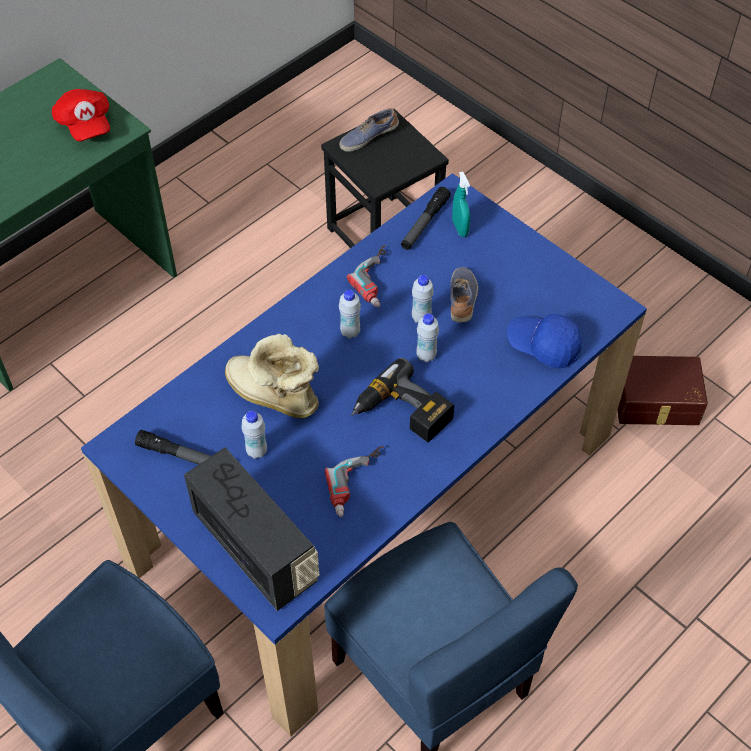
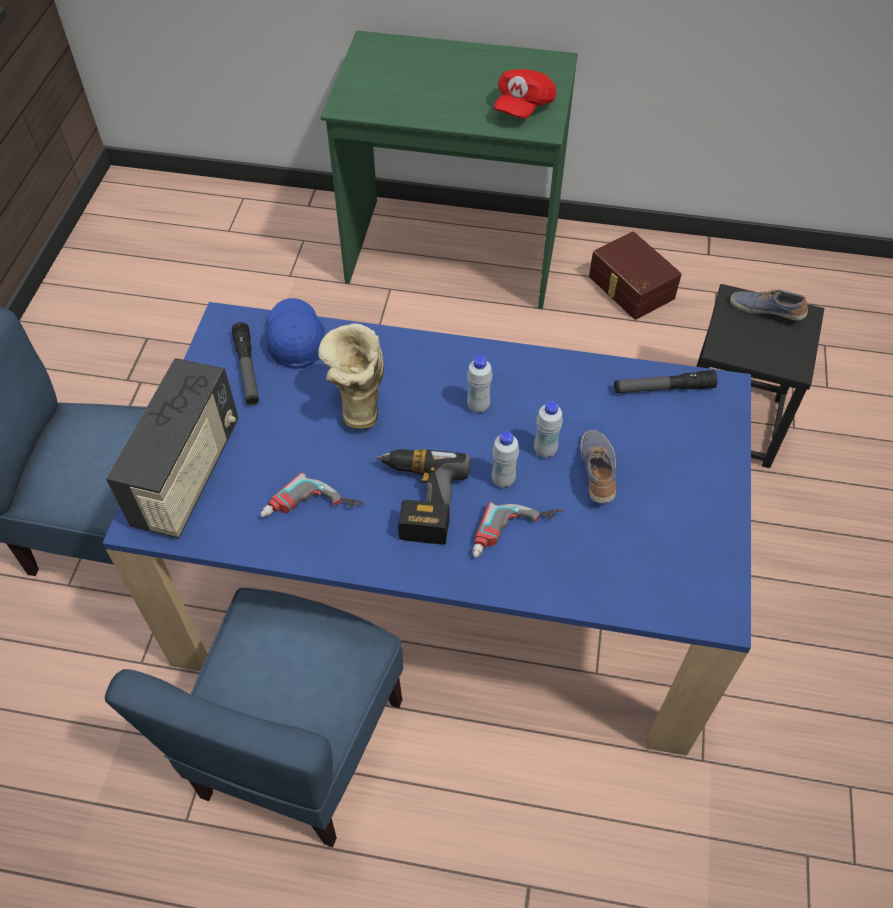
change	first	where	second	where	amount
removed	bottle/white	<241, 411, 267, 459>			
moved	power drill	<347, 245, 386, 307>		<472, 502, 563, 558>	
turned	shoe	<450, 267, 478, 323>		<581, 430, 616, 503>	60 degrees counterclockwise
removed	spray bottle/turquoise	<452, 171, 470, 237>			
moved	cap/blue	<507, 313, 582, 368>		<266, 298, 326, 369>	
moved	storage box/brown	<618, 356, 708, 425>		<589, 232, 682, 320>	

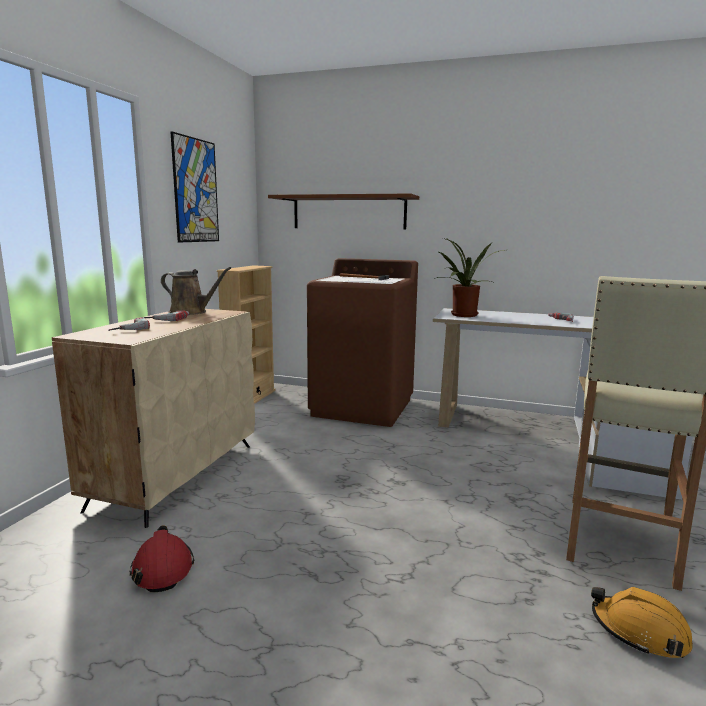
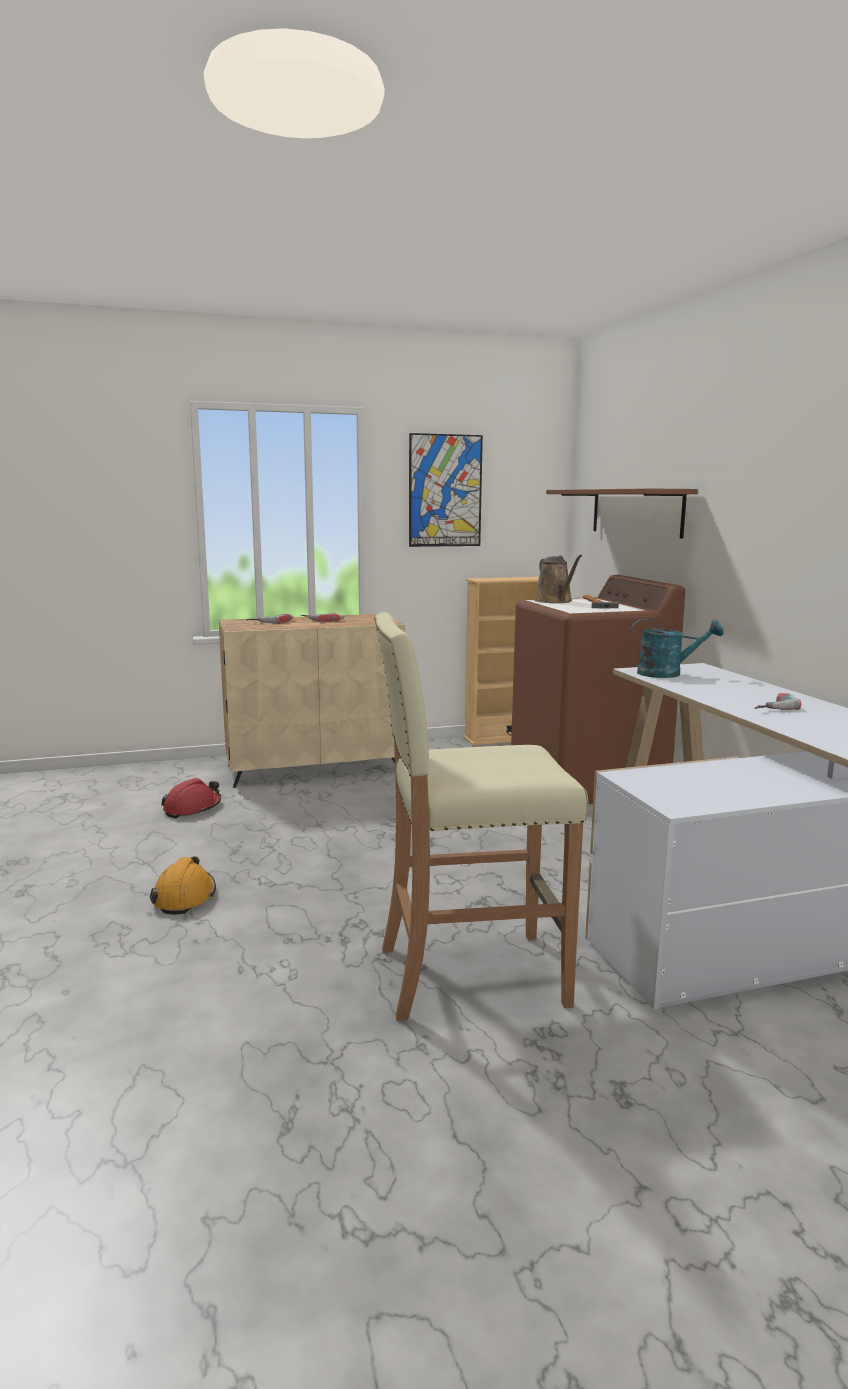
change	first	where	second	where	amount
moved	watering can/brown	<161, 267, 231, 315>		<534, 555, 582, 603>	
replaced	potted plant	<434, 238, 504, 317>	watering can/turquoise	<629, 619, 724, 678>	
moved	hard hat/orange	<591, 587, 693, 658>		<150, 856, 216, 914>	

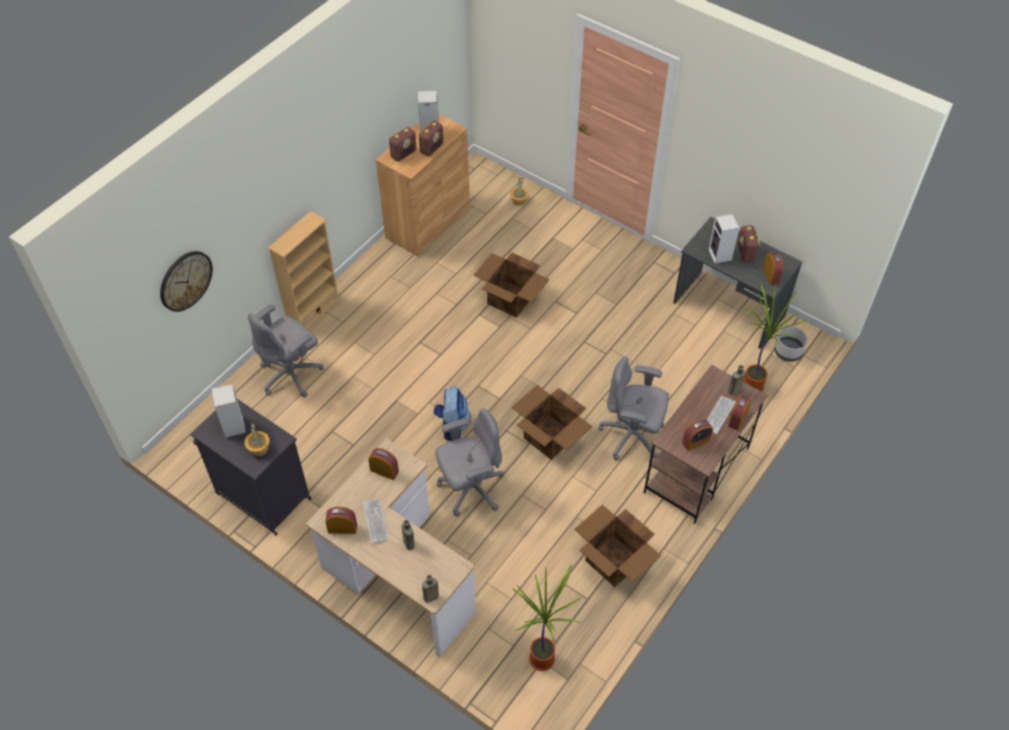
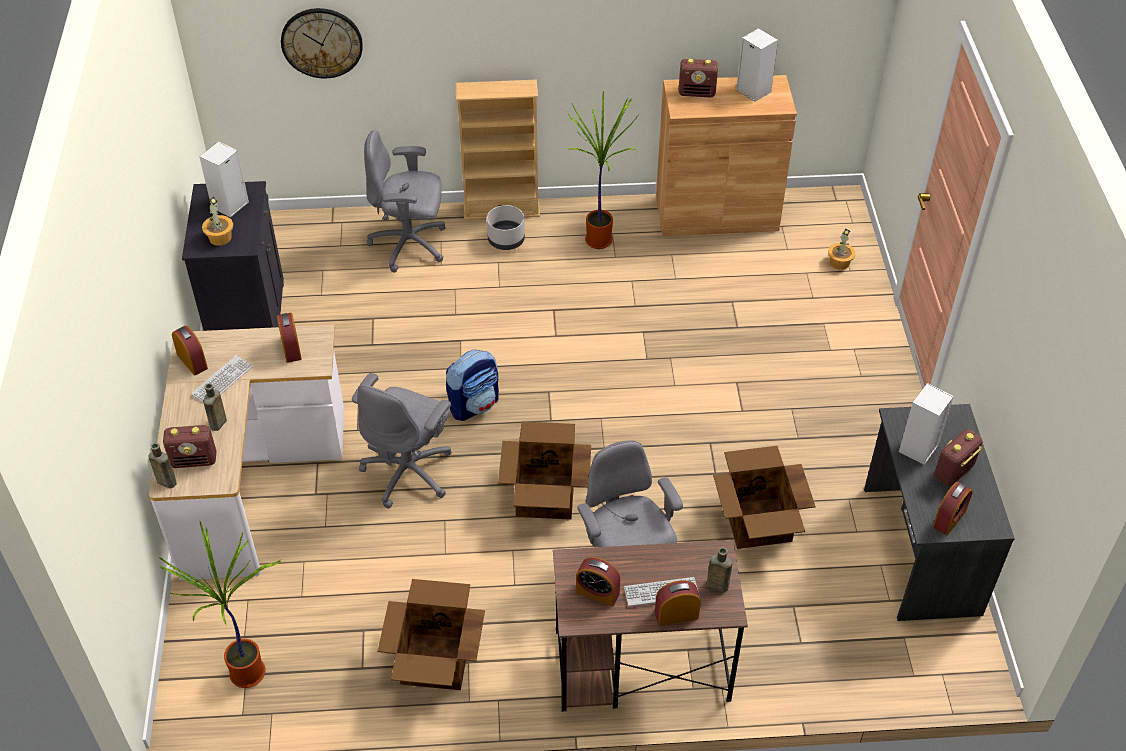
change	first	where	second	where	amount
moved	radio	<419, 121, 444, 156>		<163, 425, 216, 468>	
turned	office chair/grey	<435, 408, 504, 517>		<352, 373, 452, 509>	90 degrees clockwise
moved	cardboard box	<473, 252, 549, 318>		<713, 446, 816, 549>	
moved	potted plant	<743, 284, 806, 392>		<568, 90, 639, 249>	
moved	planter/grey	<774, 326, 808, 362>		<487, 205, 525, 250>	

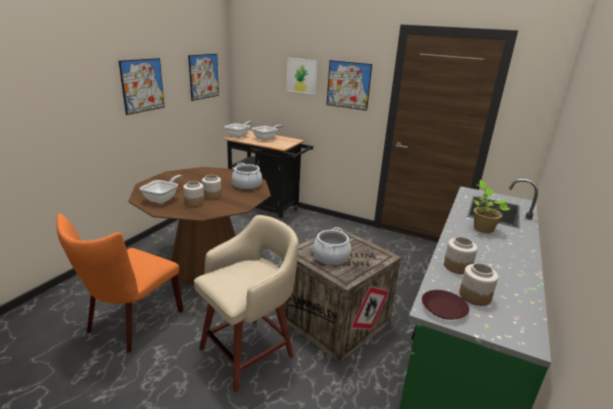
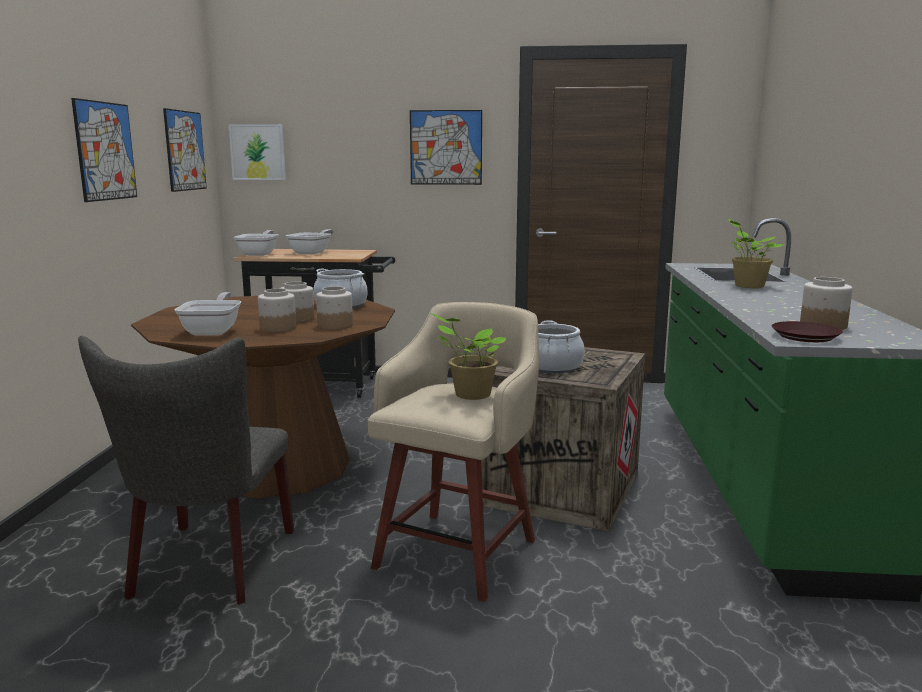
change	first	where	second	where	amount
recoloured	chair/orange	<56, 213, 184, 352>	chair/grey	<78, 336, 294, 605>	
moved	picture	<287, 58, 318, 95>		<229, 124, 286, 180>	
moved	jar	<444, 237, 478, 274>		<316, 286, 353, 330>	
added			potted plant	<430, 313, 506, 400>	

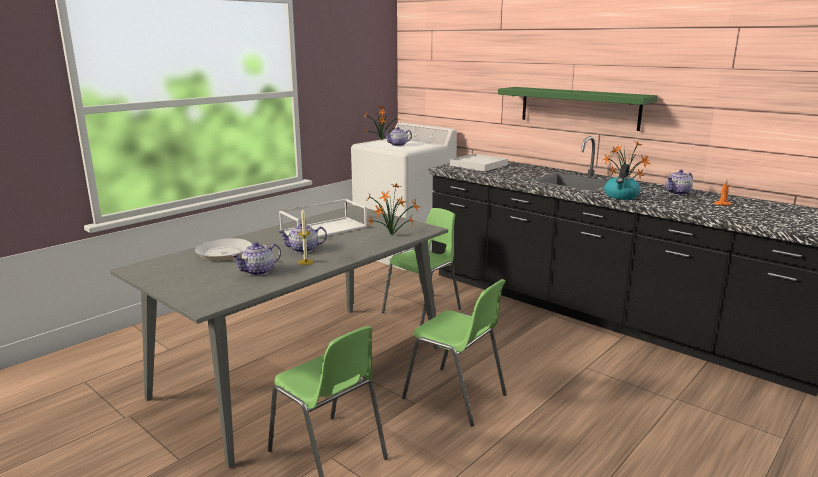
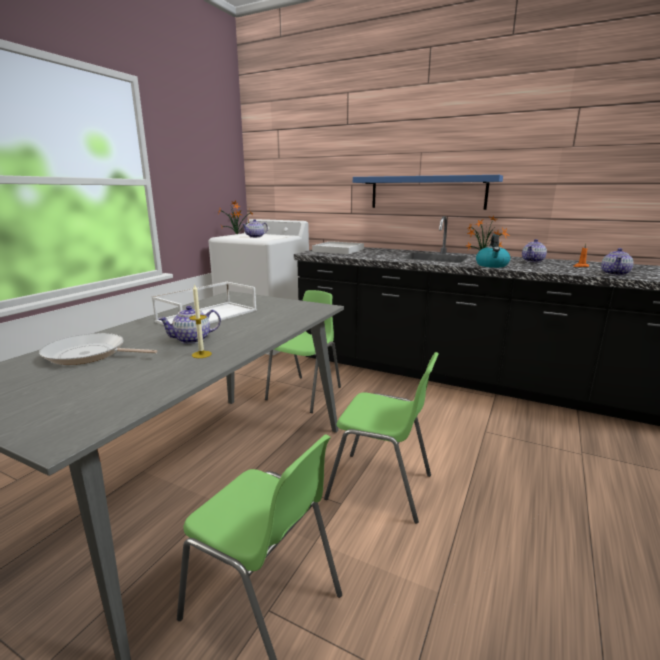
change	first	where	second	where	amount
moved	teapot	<232, 242, 281, 276>		<601, 248, 633, 276>	
removed	potted plant	<367, 183, 420, 236>			
recoloured	shelf/green	<498, 87, 658, 131>	shelf/blue	<353, 175, 503, 210>	

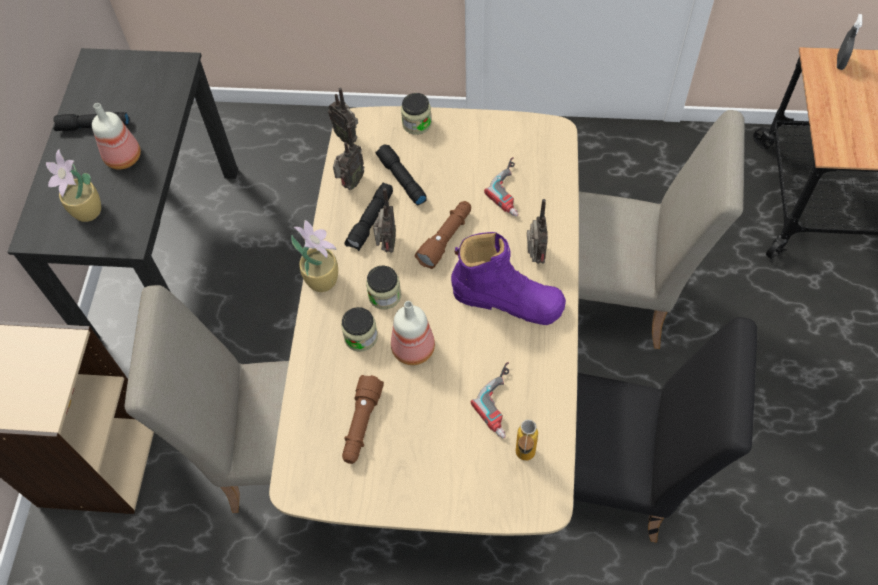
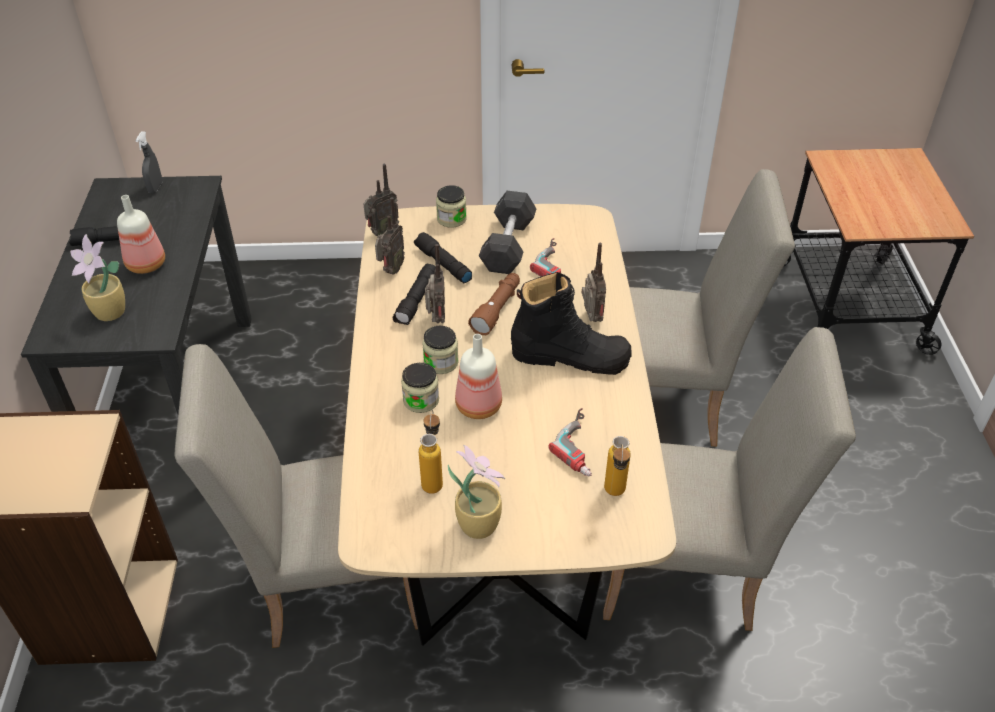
change	first	where	second	where	amount
moved	potted plant	<291, 220, 338, 292>		<448, 445, 505, 539>	
turned	radio	<328, 88, 358, 145>		<364, 164, 399, 237>	75 degrees counterclockwise
replaced	flashlight/brown	<342, 375, 384, 464>	bottle	<419, 410, 443, 494>	
recoloured	boot/purple	<451, 232, 566, 325>	boot/black	<511, 272, 632, 375>	
recoloured	chair/black	<573, 317, 757, 543>	chair/beige	<603, 327, 856, 631>	
moved	spray bottle/grey	<837, 14, 862, 70>		<135, 131, 162, 194>	
added			dumbbell/grey	<479, 191, 537, 274>	

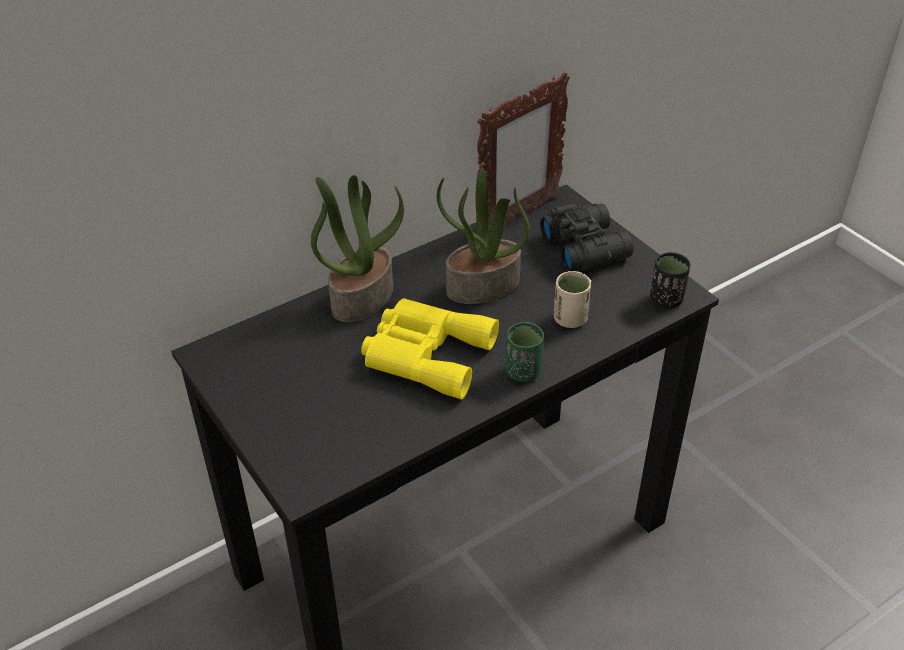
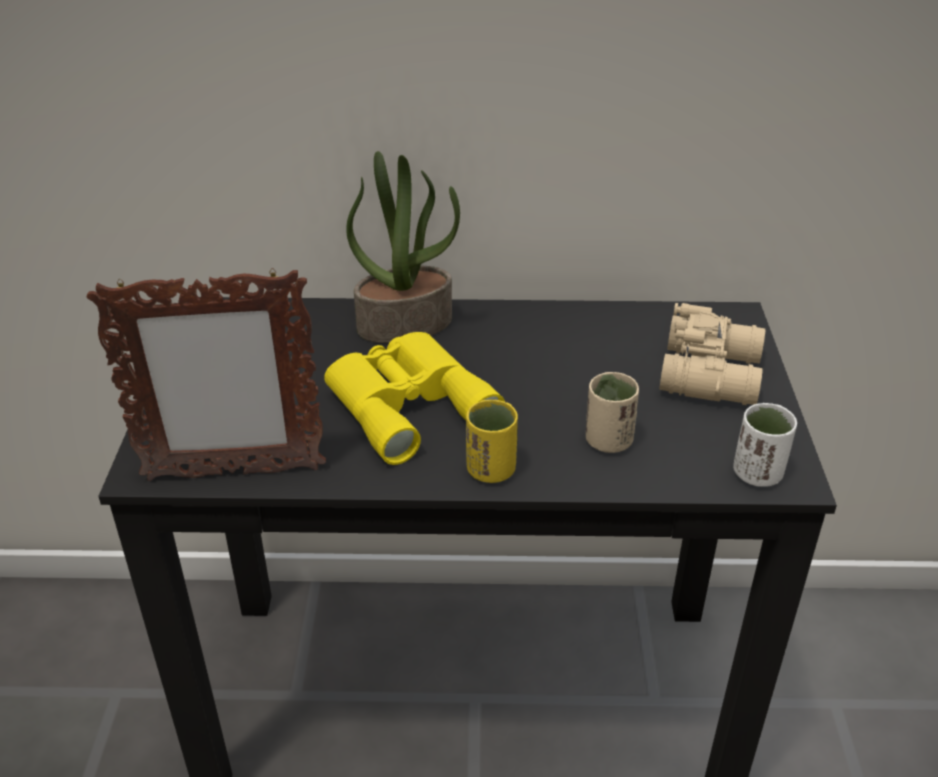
change	first	where	second	where	amount
removed	potted plant	<437, 168, 530, 304>			
moved	picture frame	<477, 72, 570, 231>		<87, 268, 326, 481>	
recoloured	cup/green	<505, 322, 544, 382>	cup/yellow	<466, 400, 518, 483>	
recoloured	binoculars/black	<540, 203, 633, 271>	binoculars/beige	<659, 303, 765, 405>	
recoloured	cup/black	<650, 252, 690, 308>	cup/white	<733, 403, 797, 487>	

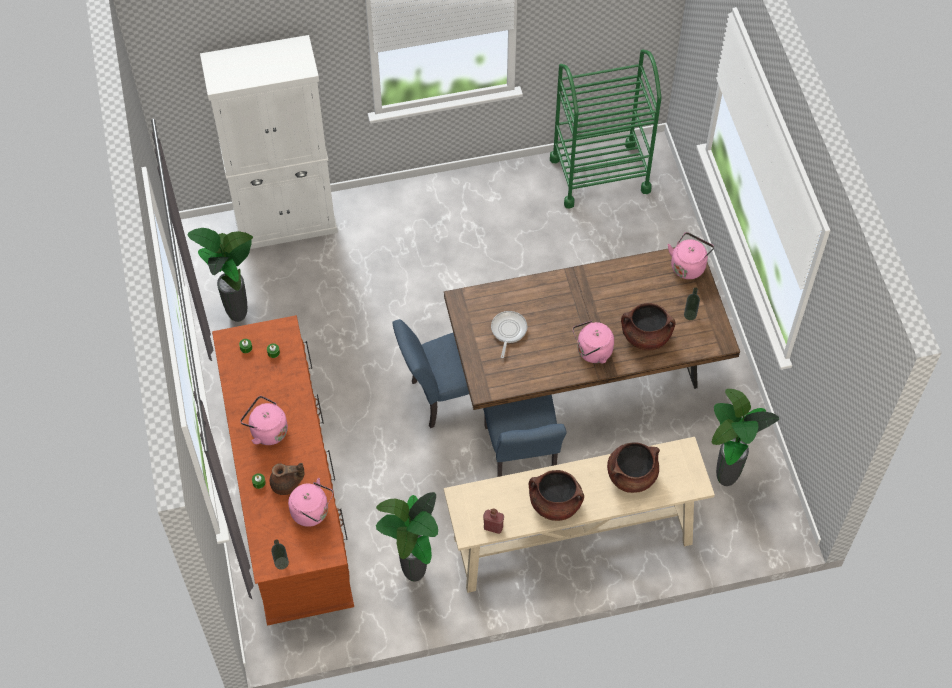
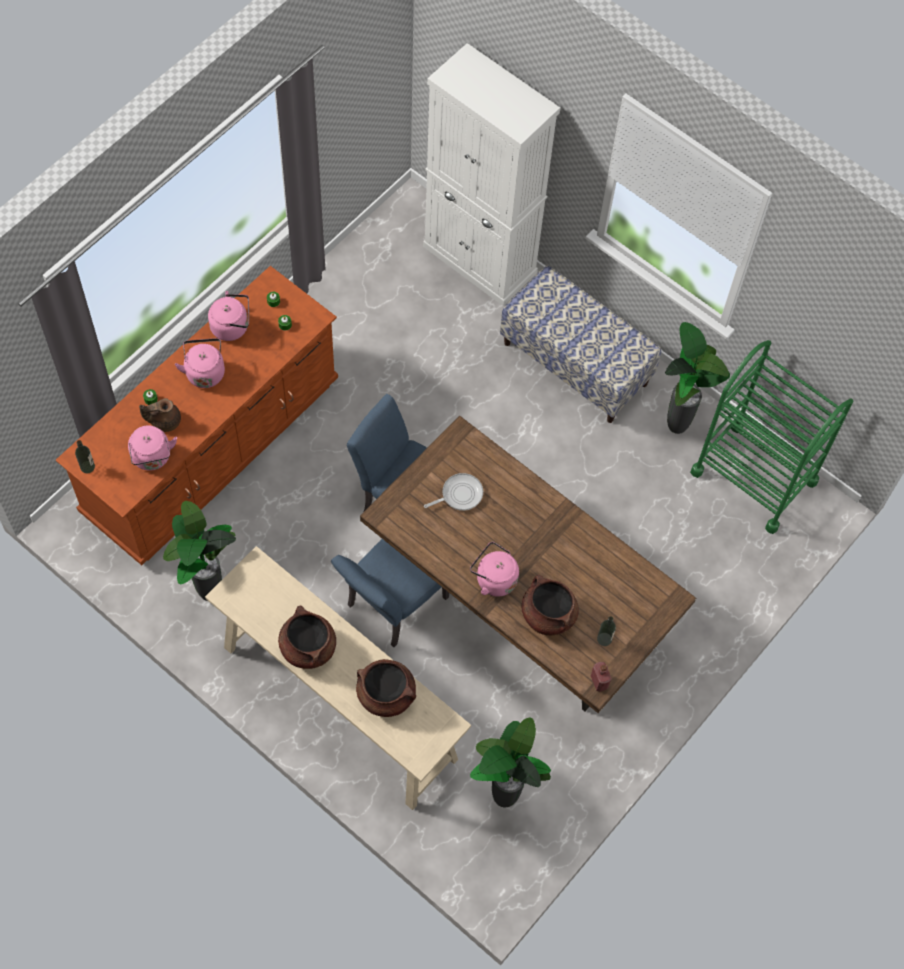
change	first	where	second	where	amount
moved	potted plant	<187, 228, 253, 322>		<665, 322, 730, 434>	
turned	teapot/brown	<270, 463, 305, 495>		<139, 398, 181, 432>	120 degrees clockwise
moved	bottle/red	<483, 508, 504, 534>		<591, 662, 612, 692>	
moved	kettle/pink	<668, 232, 714, 279>		<208, 291, 249, 341>	
added			bench	<500, 266, 661, 423>	

